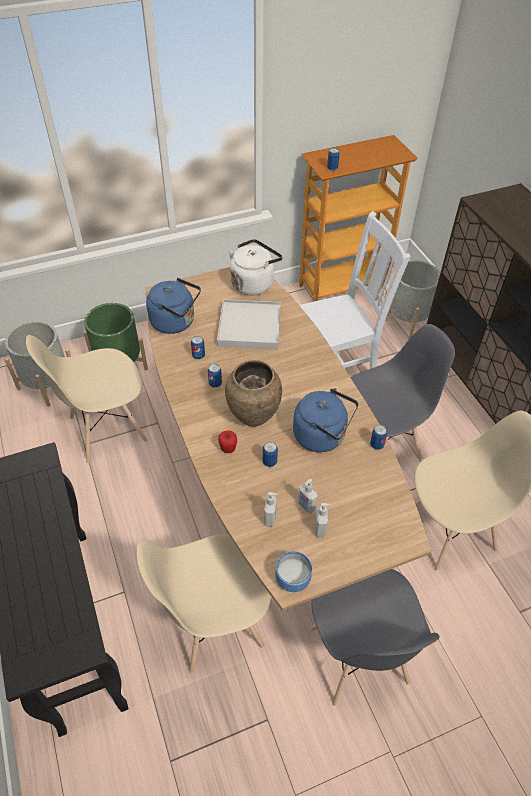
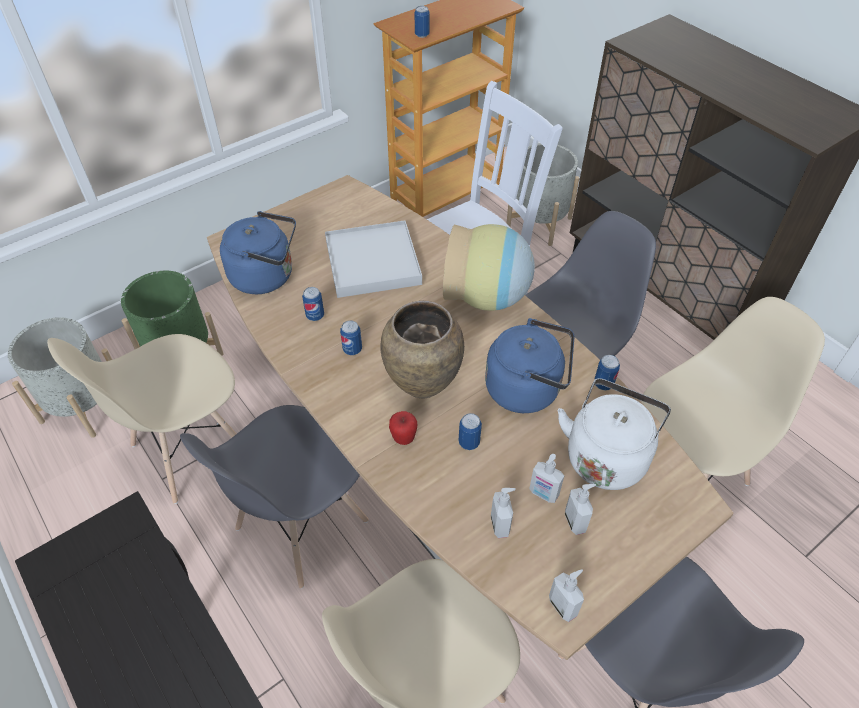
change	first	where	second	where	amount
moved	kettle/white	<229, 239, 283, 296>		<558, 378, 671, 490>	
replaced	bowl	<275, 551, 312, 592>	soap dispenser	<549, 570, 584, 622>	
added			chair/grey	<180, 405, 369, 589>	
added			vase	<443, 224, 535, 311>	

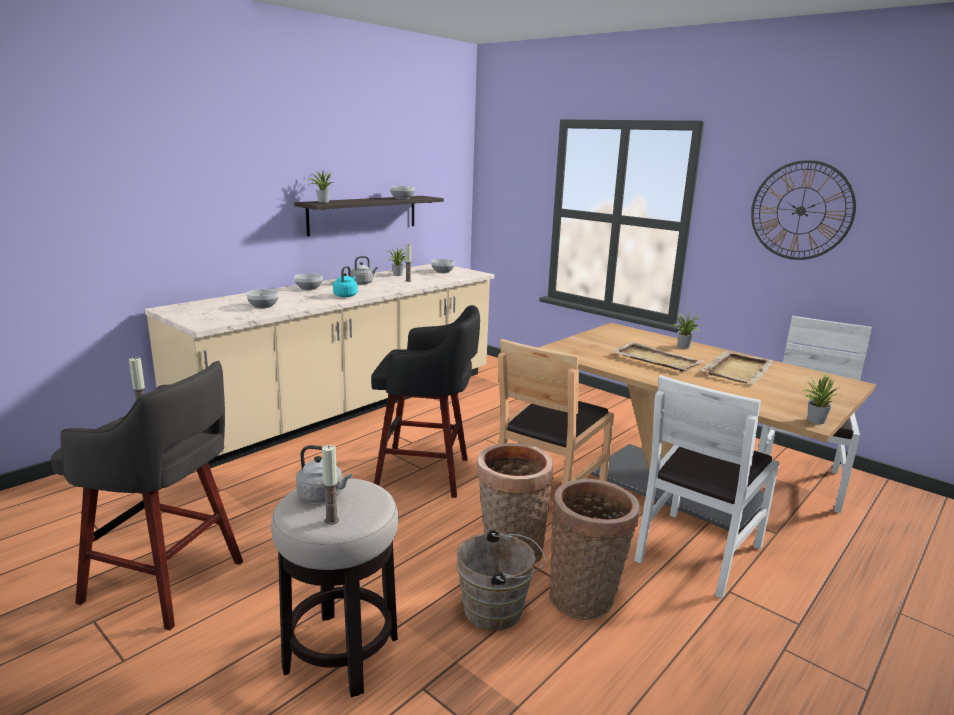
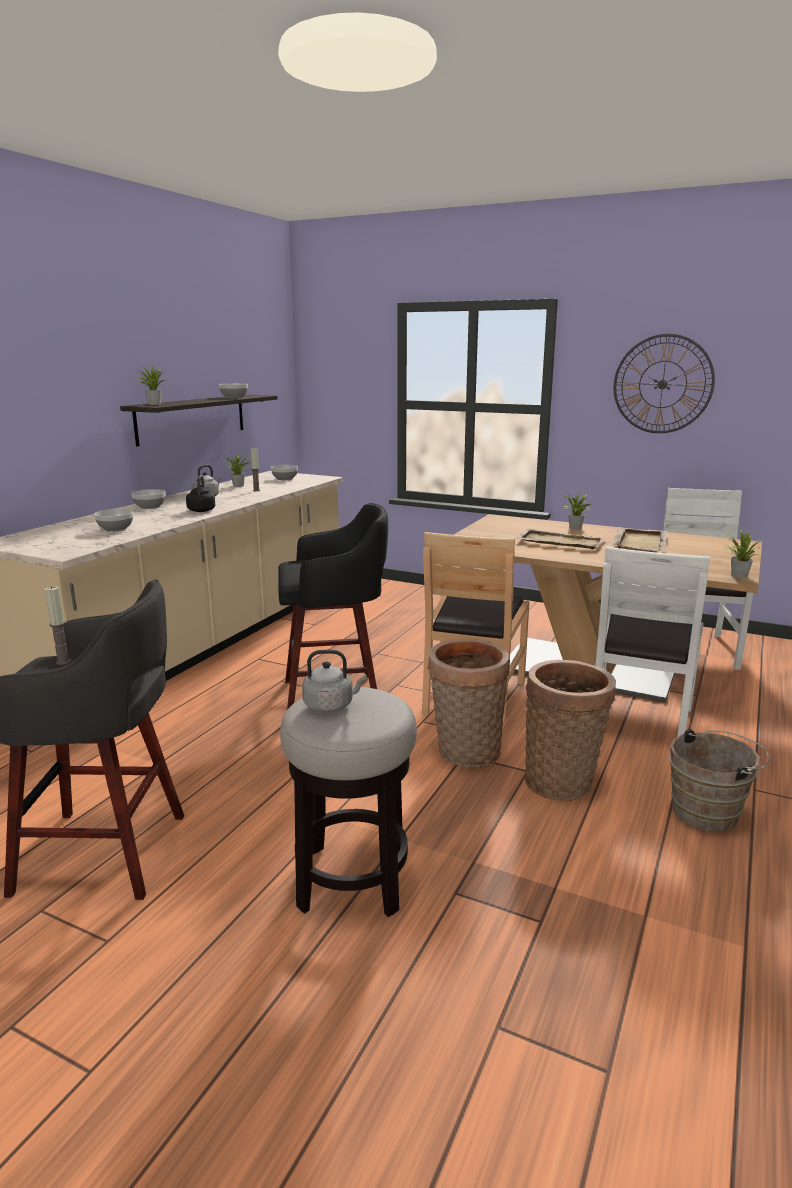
change	first	where	second	where	amount
removed	candle	<322, 445, 339, 525>			
recoloured	kettle/turquoise	<333, 266, 358, 297>	kettle/black	<186, 476, 215, 512>	
moved	bucket/brown	<457, 529, 545, 631>		<670, 729, 769, 832>	

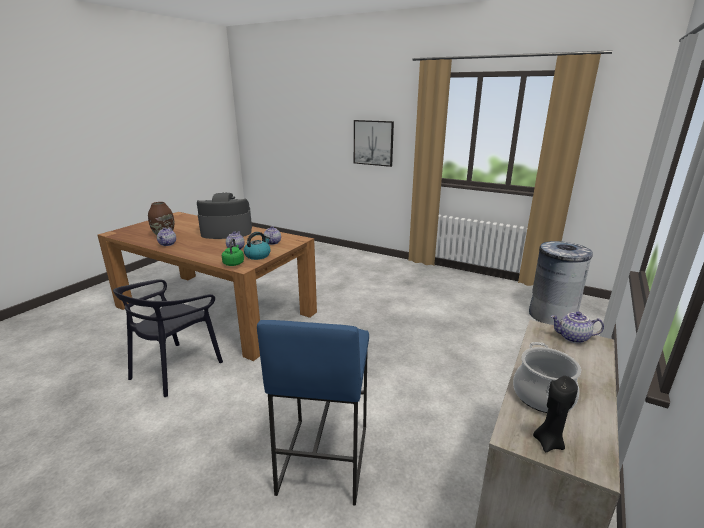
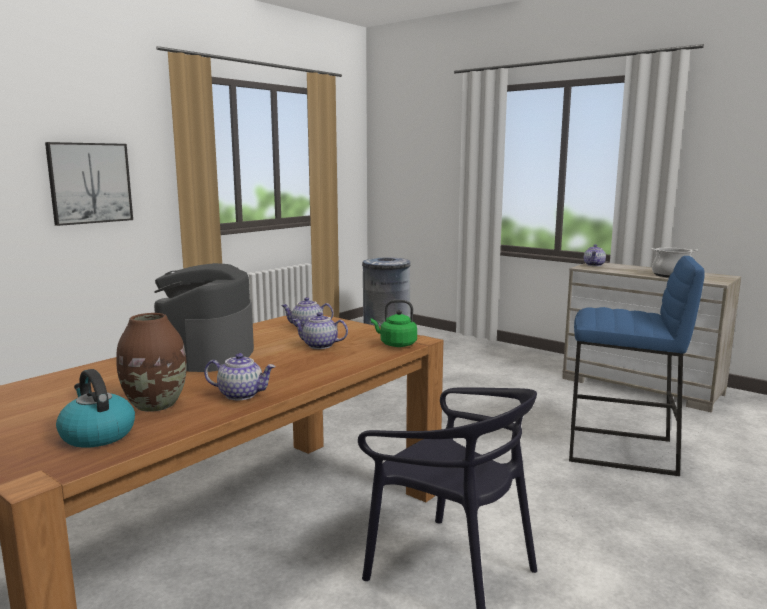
change	first	where	second	where	amount
moved	kettle	<244, 232, 271, 260>		<56, 369, 135, 448>	
removed	candle/black	<533, 376, 578, 452>			

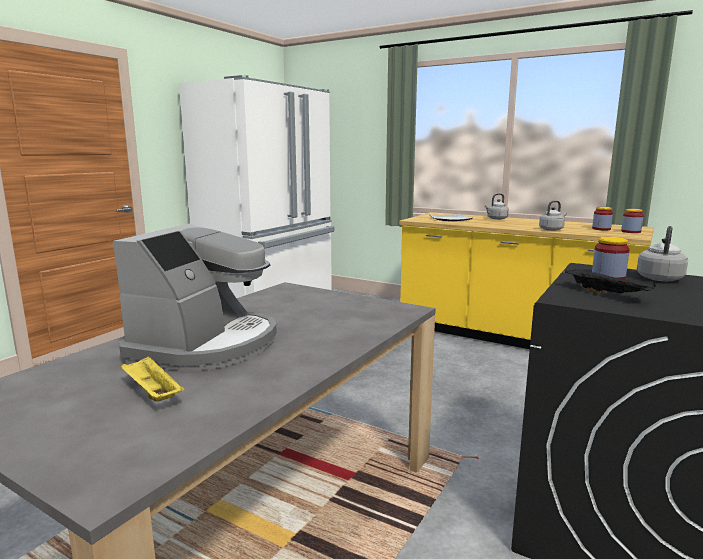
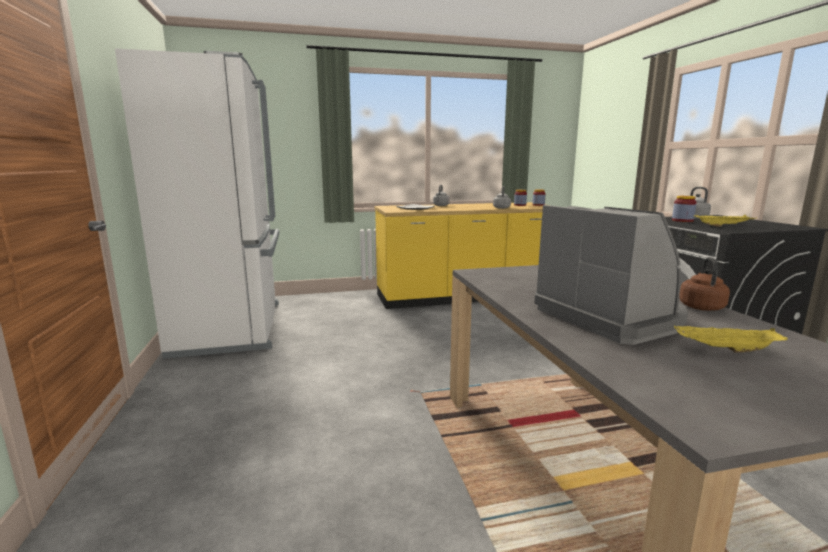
change	first	where	second	where	amount
recoloured	tray/black	<565, 268, 656, 294>	tray/yellow	<694, 214, 757, 227>	
added			kettle/brown	<679, 257, 730, 311>	

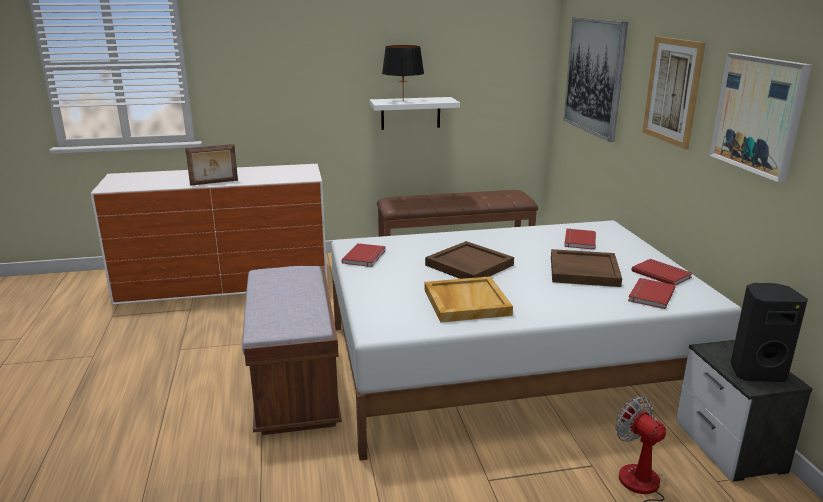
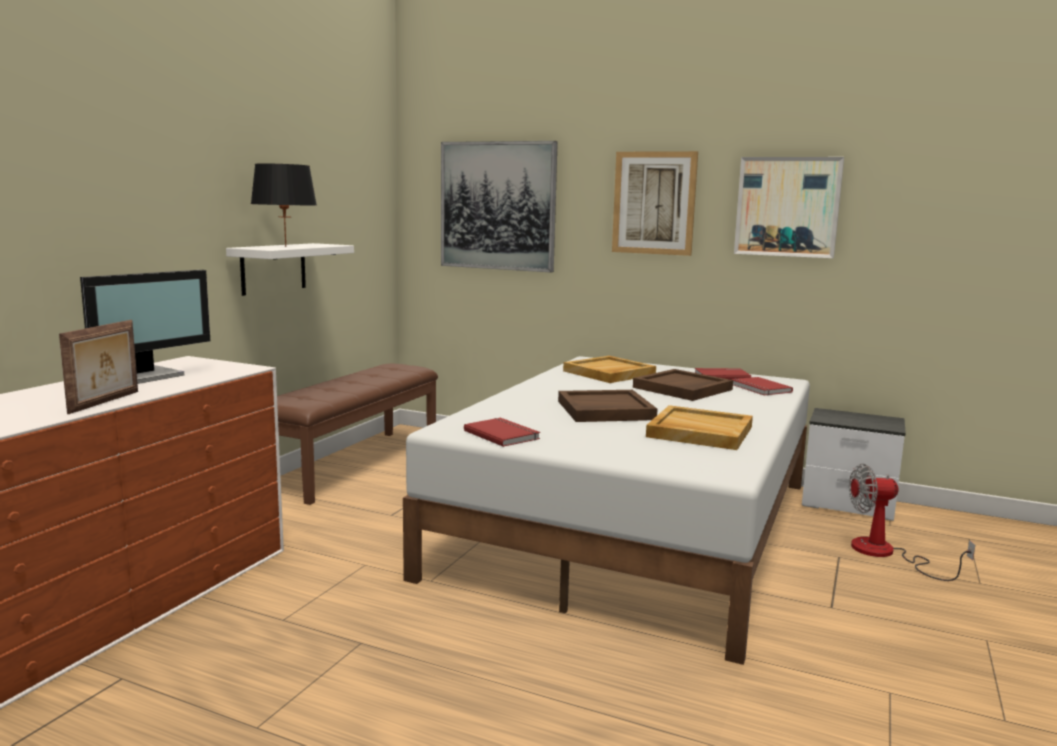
change	first	where	second	where	amount
removed	bench/brown	<242, 266, 342, 435>			
replaced	book/red	<564, 229, 596, 250>	tray/beige	<563, 356, 656, 383>	
removed	speaker/black	<730, 283, 808, 382>			
added			monitor	<80, 270, 210, 384>	

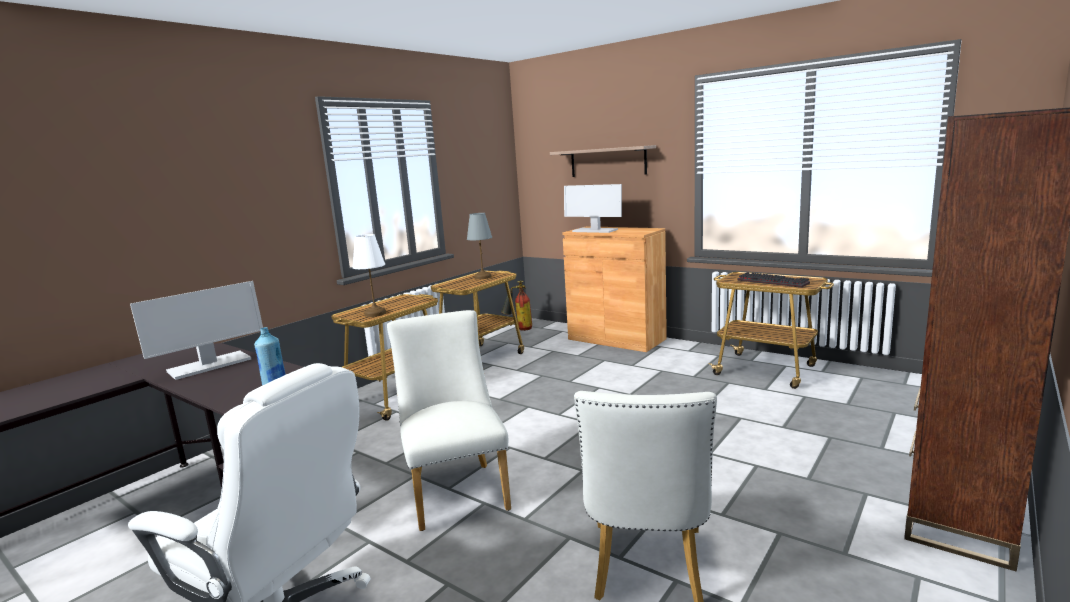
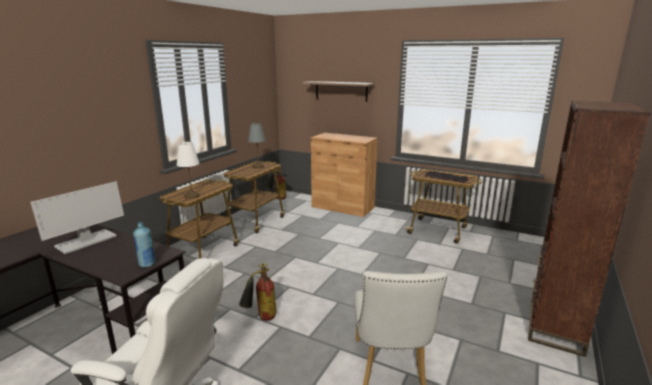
change	first	where	second	where	amount
replaced	chair/white	<387, 310, 511, 531>	fire extinguisher	<239, 263, 276, 321>	
removed	monitor	<564, 184, 622, 233>			

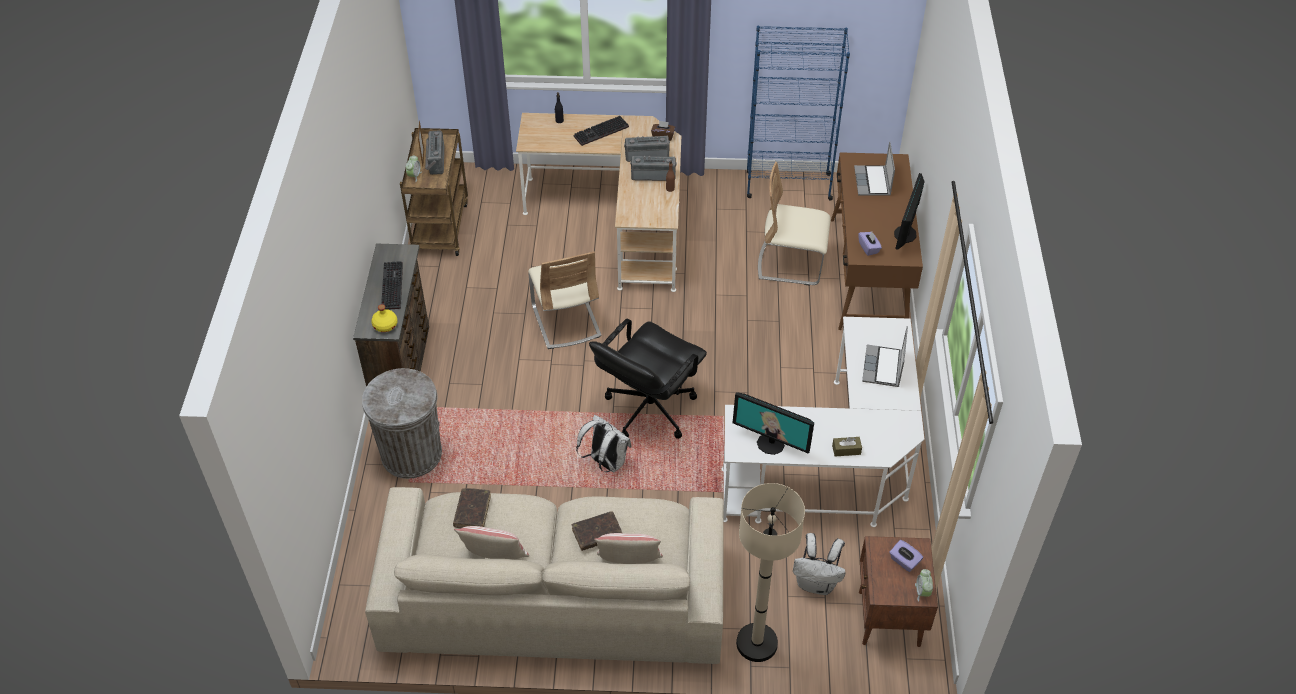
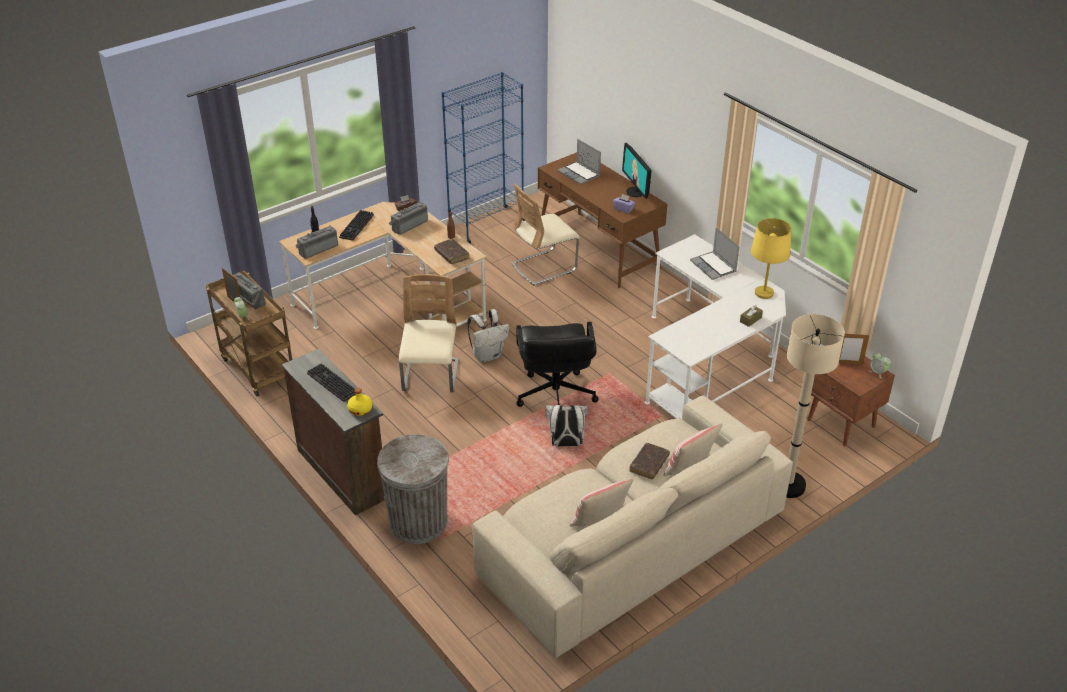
change	first	where	second	where	amount
moved	book/brown	<453, 488, 491, 528>		<434, 239, 469, 264>	
turned	chair/beige	<528, 251, 602, 349>		<399, 274, 459, 392>	120 degrees counterclockwise
moved	radio	<630, 156, 677, 181>		<296, 226, 338, 259>	
removed	monitor	<733, 392, 814, 455>			
moved	backpack/white	<793, 533, 846, 595>		<467, 309, 509, 362>	
replaced	tissue box/purple	<889, 540, 923, 572>	picture frame	<839, 334, 869, 365>	
added			table lamp/yellow	<751, 218, 791, 299>	

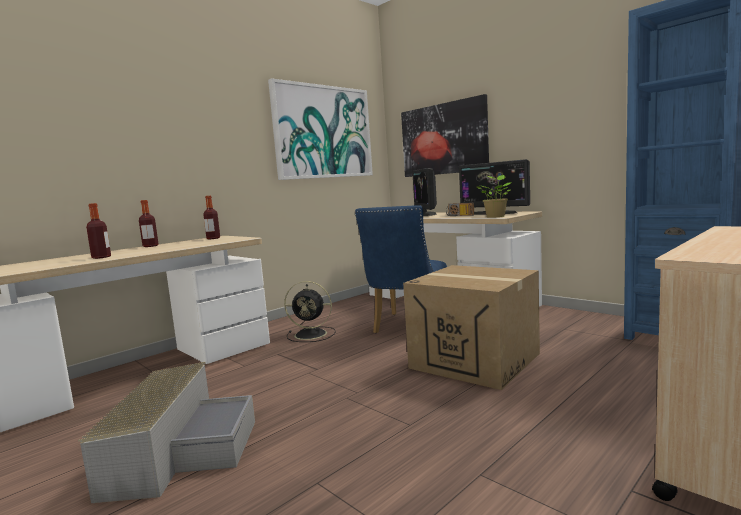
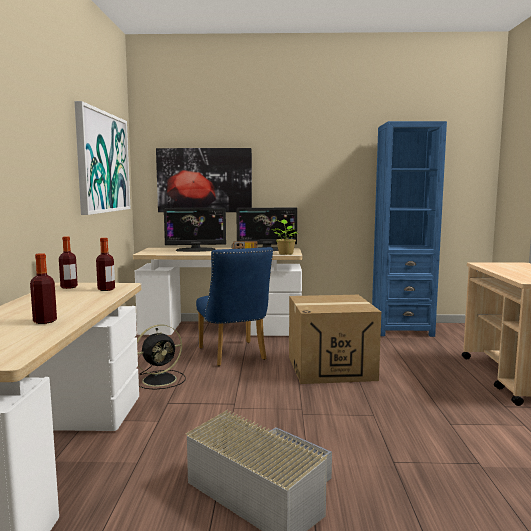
change	first	where	second	where	amount
moved	bottle	<139, 200, 158, 247>		<96, 238, 115, 291>	
turned	monitor	<412, 168, 437, 216>		<164, 208, 226, 252>	45 degrees counterclockwise

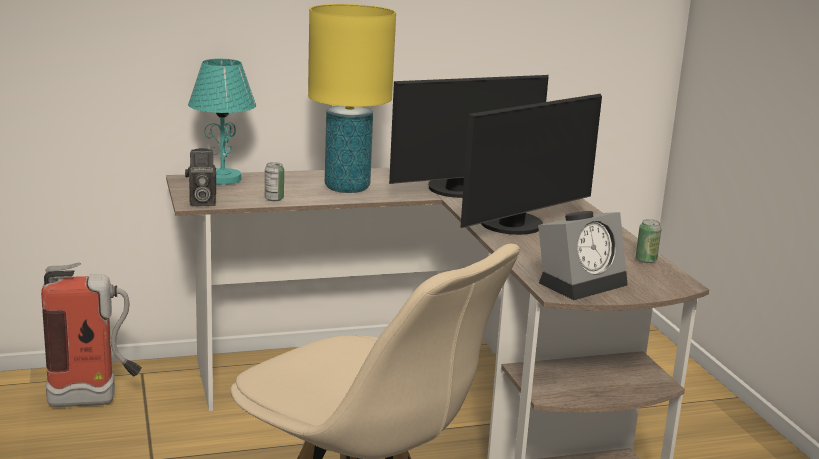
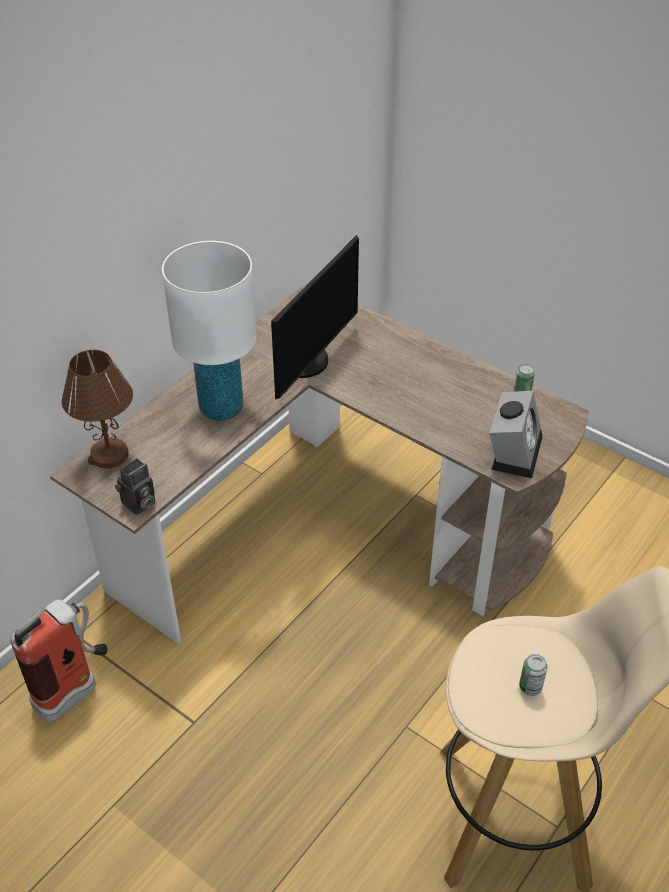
change	first	where	second	where	amount
recoloured	table lamp/turquoise	<188, 59, 256, 185>	table lamp/brown	<62, 350, 133, 469>	
moved	can	<265, 162, 284, 201>		<519, 654, 547, 696>	
recoloured	table lamp/yellow	<308, 4, 396, 193>	table lamp/white	<162, 241, 256, 421>	
removed	monitor	<460, 94, 602, 235>			

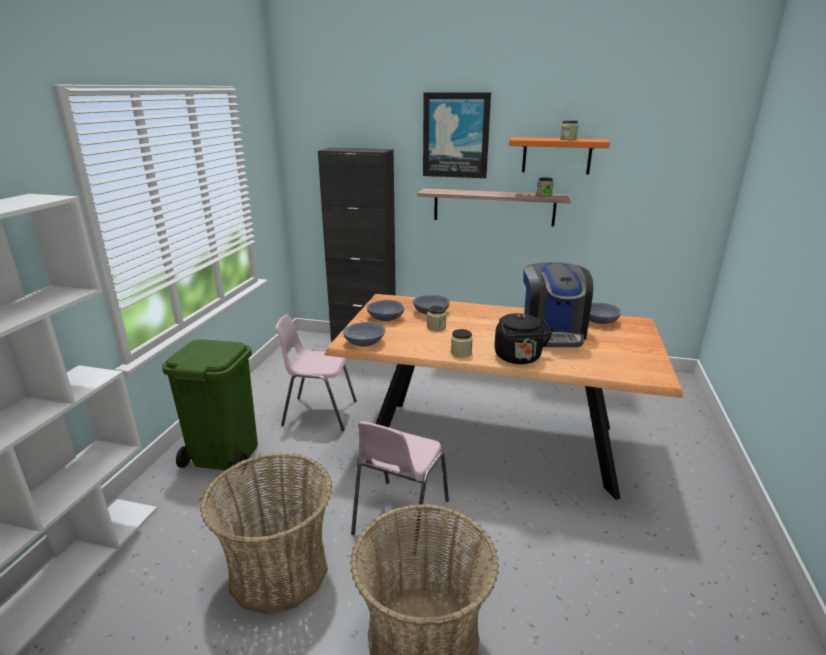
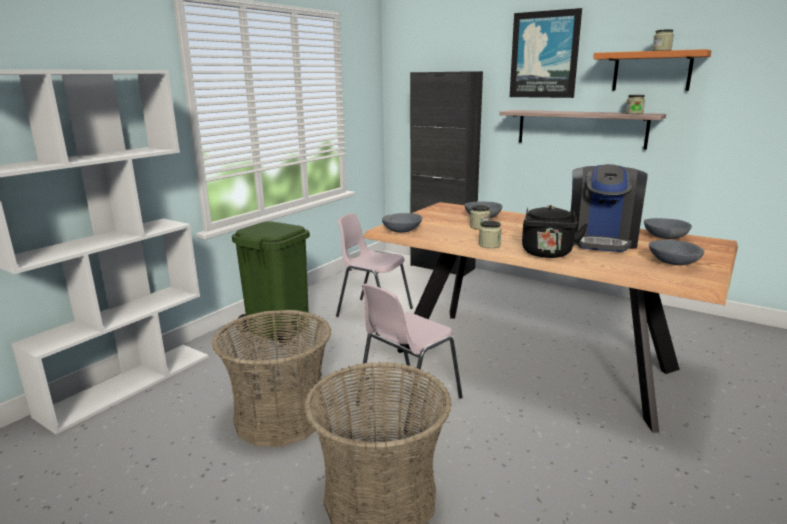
change	first	where	second	where	amount
moved	bowl/grey	<367, 300, 405, 321>		<649, 240, 704, 265>	

